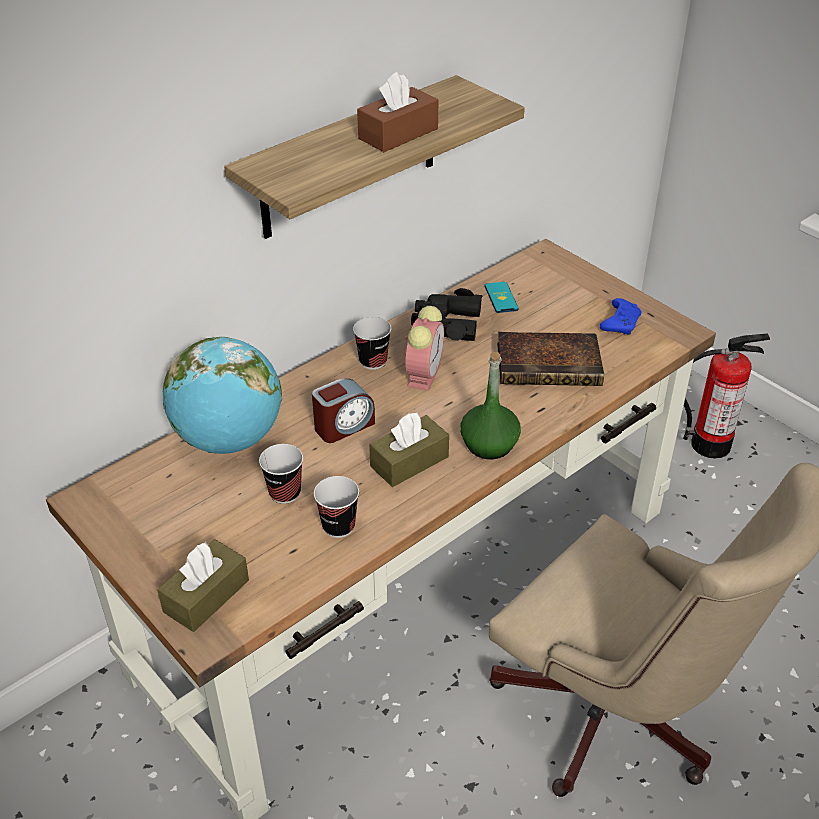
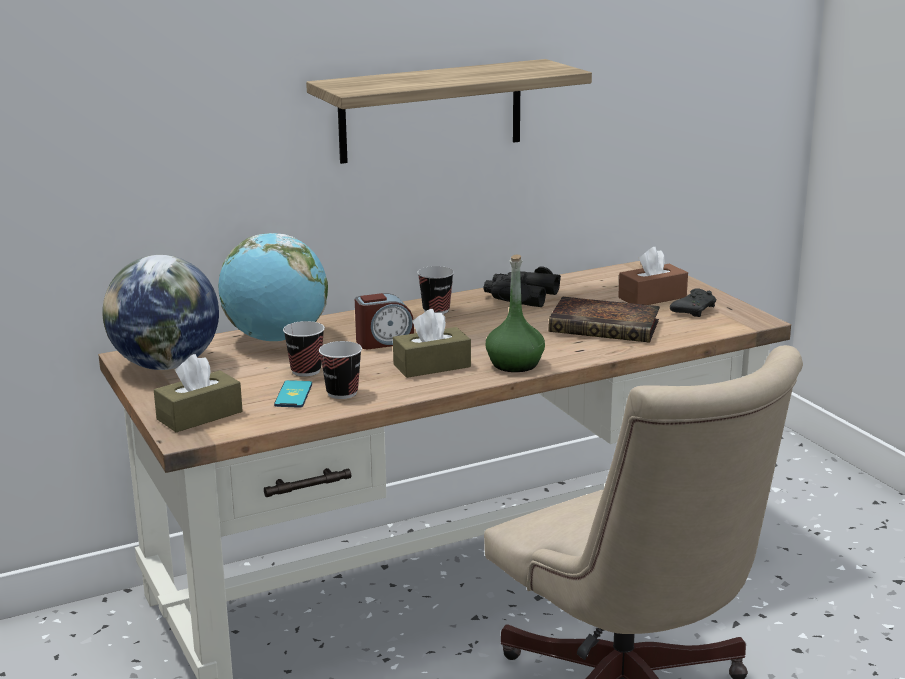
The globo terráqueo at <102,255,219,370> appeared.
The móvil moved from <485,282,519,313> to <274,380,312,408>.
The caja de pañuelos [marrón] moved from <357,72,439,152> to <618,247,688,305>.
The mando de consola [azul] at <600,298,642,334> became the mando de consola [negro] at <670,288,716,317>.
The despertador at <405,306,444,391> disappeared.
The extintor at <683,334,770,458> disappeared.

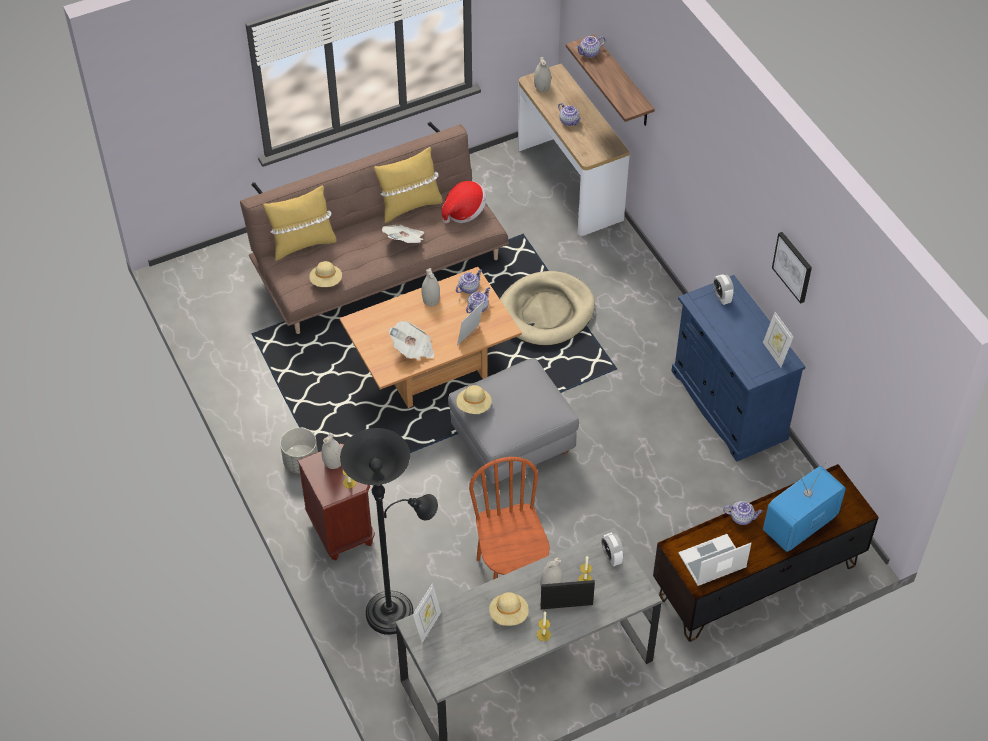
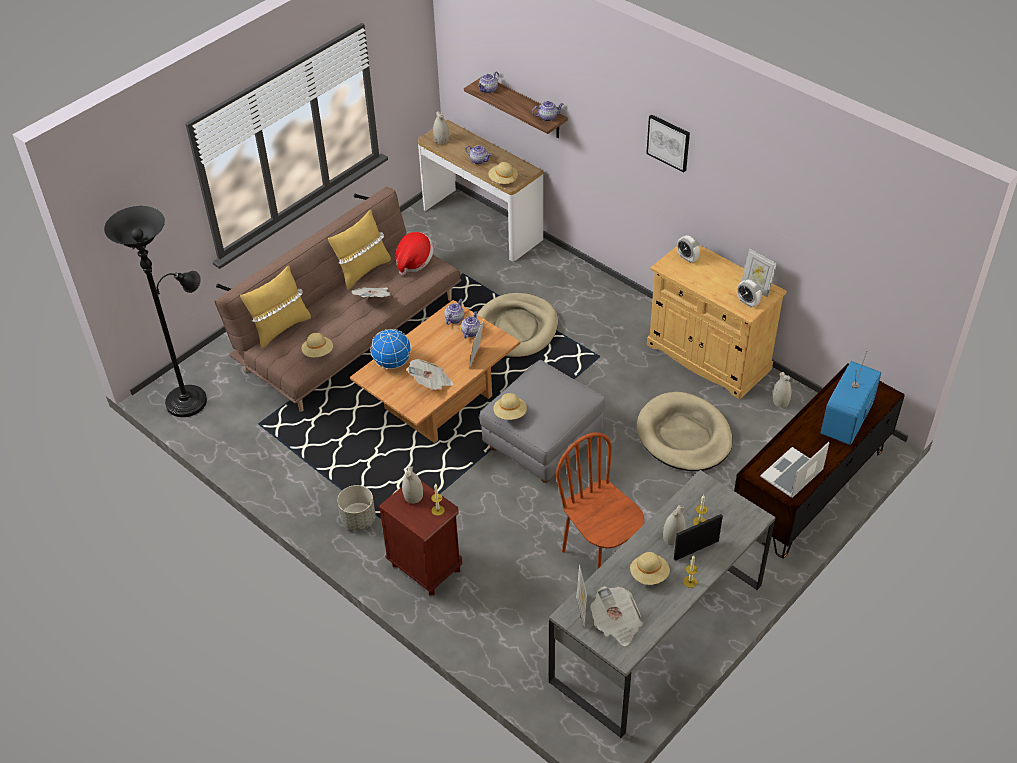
The lámpara de pie [negro] moved from <340,428,438,635> to <104,206,207,417>.
The globo terráqueo at <370,329,411,369> appeared.
The sombrero [beis] at <488,162,518,185> appeared.
The tetera moved from <723,501,763,525> to <532,101,563,121>.
The periódico at <590,586,643,646> appeared.
The cama para perro [beis] at <637,392,732,471> appeared.
The cuadro moved from <772,232,812,304> to <646,114,690,172>.
The armario [azul] at <672,275,806,462> became the armario [beis] at <647,245,787,399>.
The despertador moved from <601,532,624,566> to <737,279,762,307>.
The florero [blanco] moved from <421,268,440,306> to <773,372,791,408>.

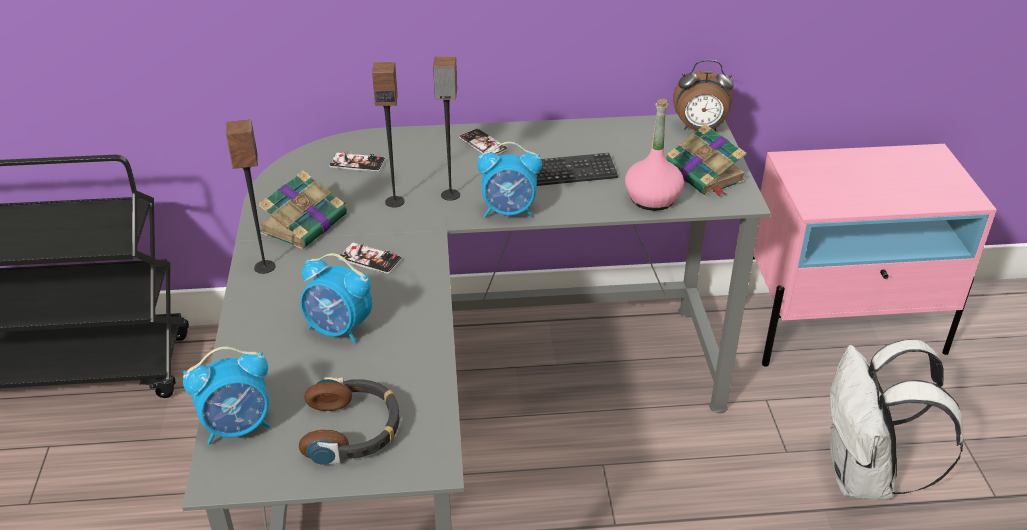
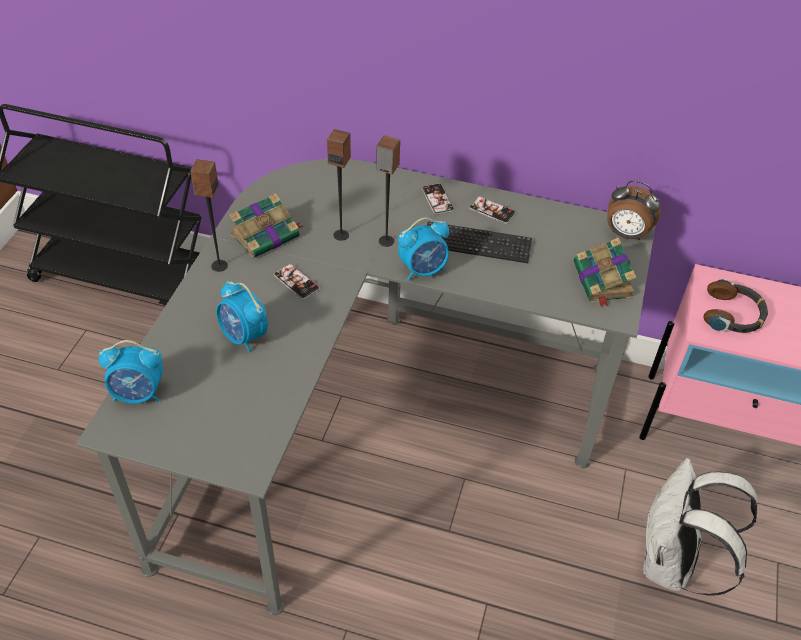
The despertador at <477,142,542,218> turned 45 degrees counterclockwise.
The móvil moved from <329,151,386,172> to <469,196,516,224>.
The auriculares moved from <299,377,400,465> to <704,279,768,333>.
The botella [rosa] at <625,99,684,211> disappeared.

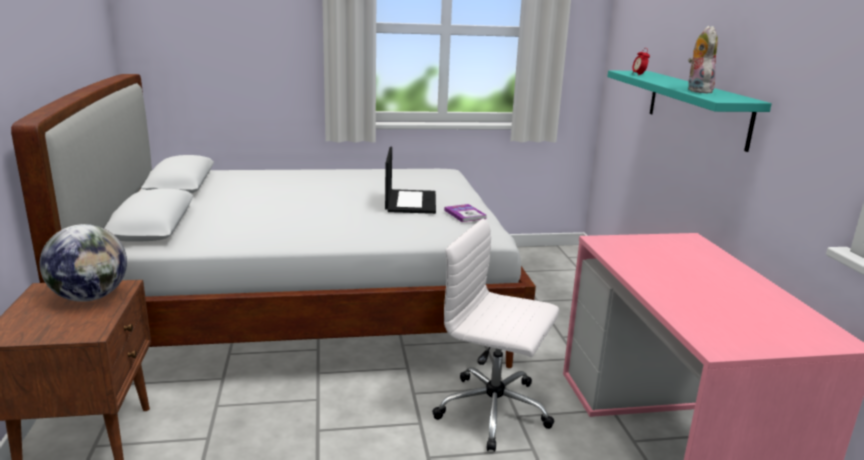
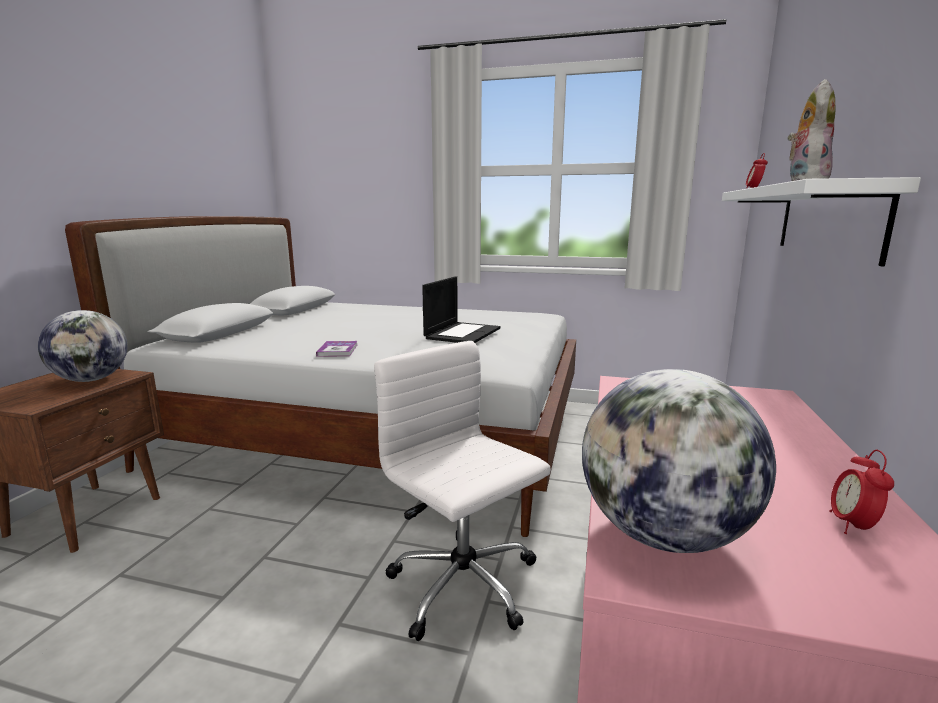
The libro moved from <444,204,486,222> to <316,341,357,357>.
The globo terráqueo at <582,369,776,553> appeared.
The estante [turquesa] at <607,70,772,152> became the estante [blanco] at <722,177,921,266>.
The despertador at <829,450,894,534> appeared.

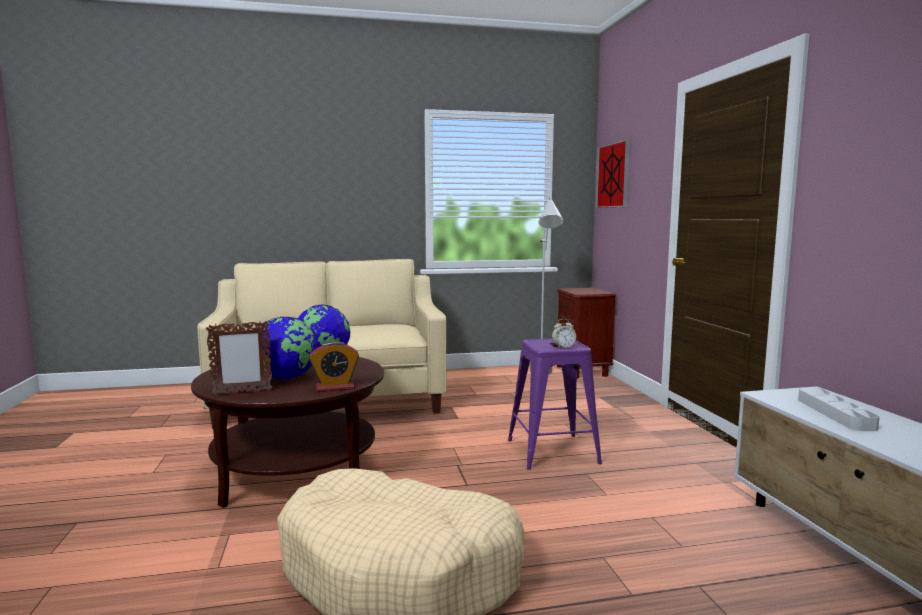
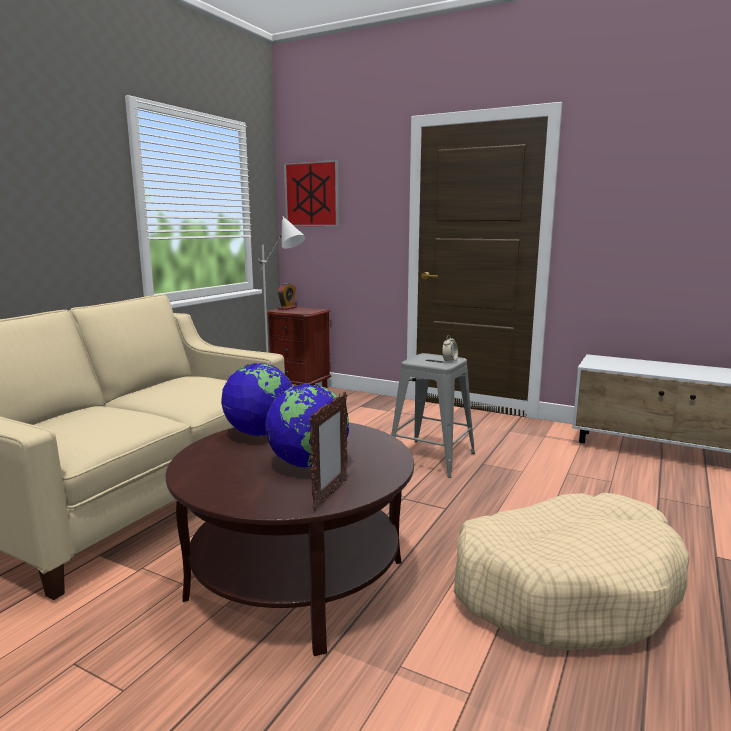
The despertador moved from <309,341,359,392> to <277,283,297,310>.
The taburete [morado] at <508,339,602,470> became the taburete [gris] at <391,353,475,478>.
The bandeja [gris] at <798,388,880,431> disappeared.

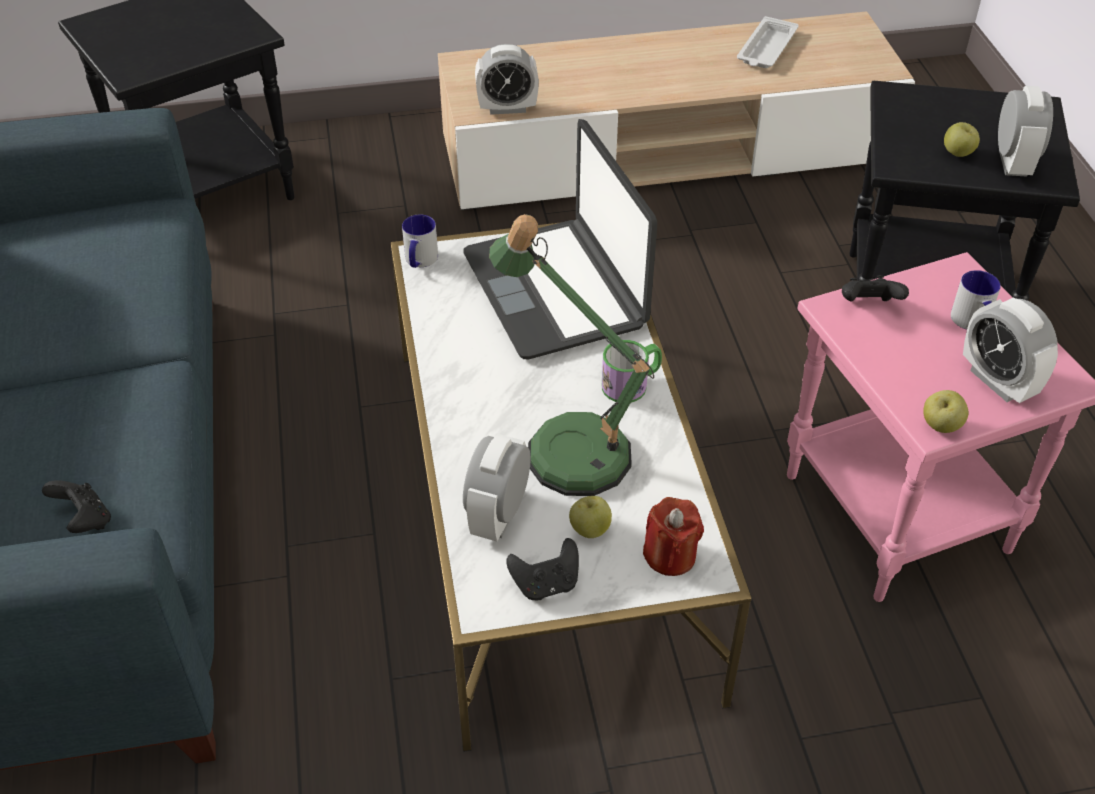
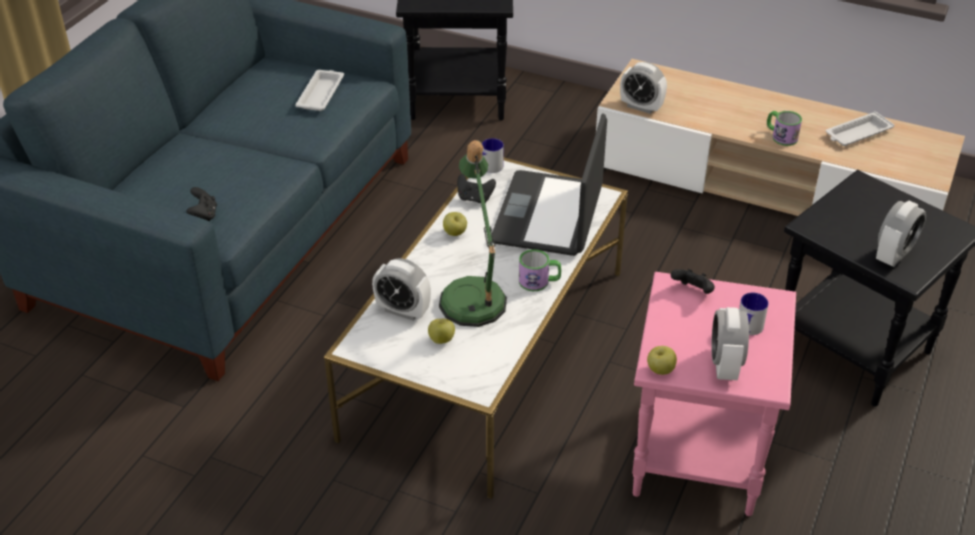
The bandeja [blanco] at <295,70,344,111> appeared.
The despertador at <463,434,531,541> turned 120 degrees counterclockwise.
The manzana moved from <944,122,980,157> to <443,212,467,236>.
The mando de consola [negro] moved from <506,538,579,600> to <457,174,496,203>.
The taza grande at <767,111,802,146> appeared.
The vela [rojo] at <643,497,704,576> disappeared.

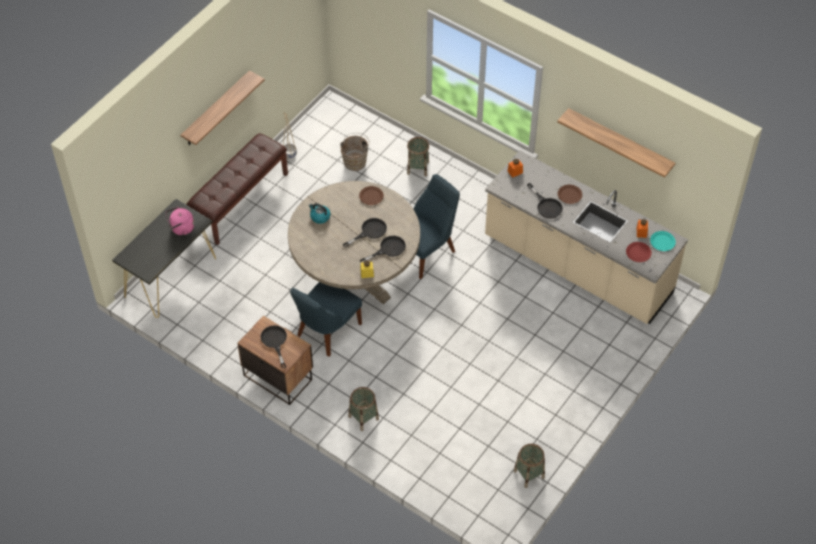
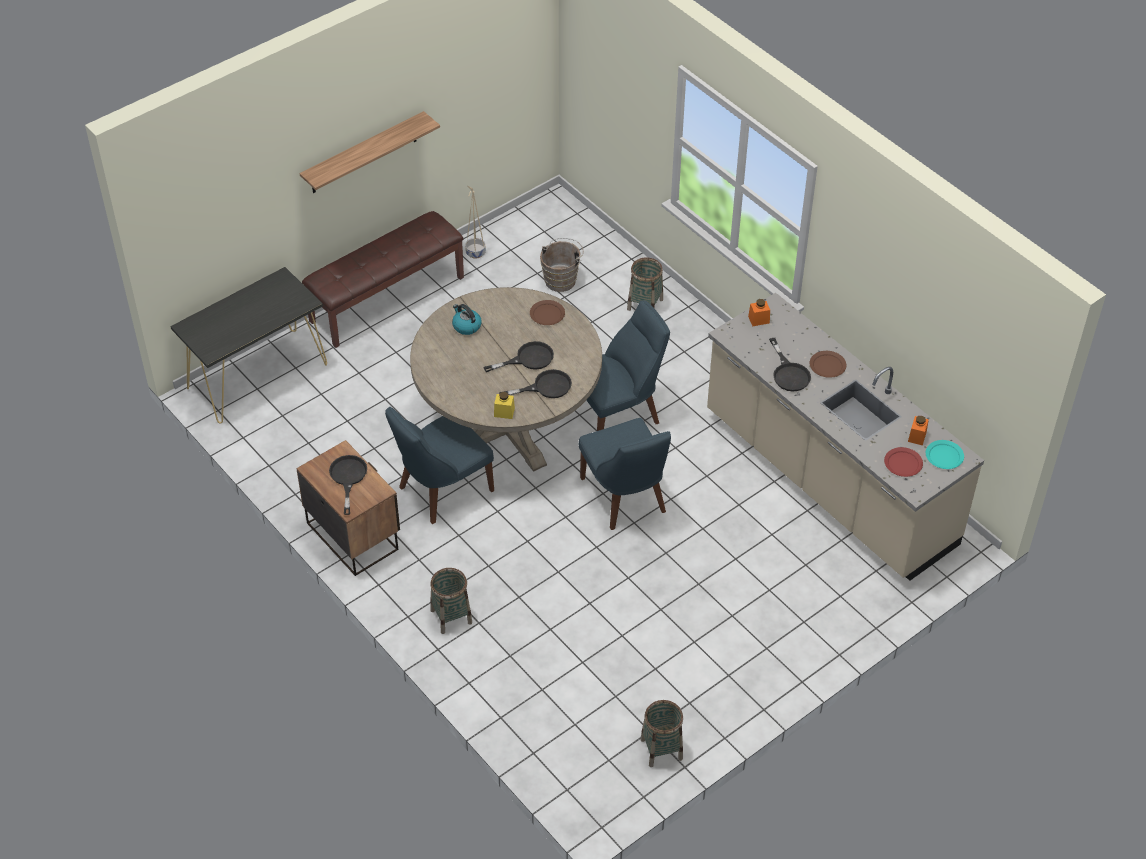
The silla [azul] at <579,418,671,530> appeared.
The hervidor [rosa] at <166,207,194,235> disappeared.
The estante at <557,108,675,178> disappeared.

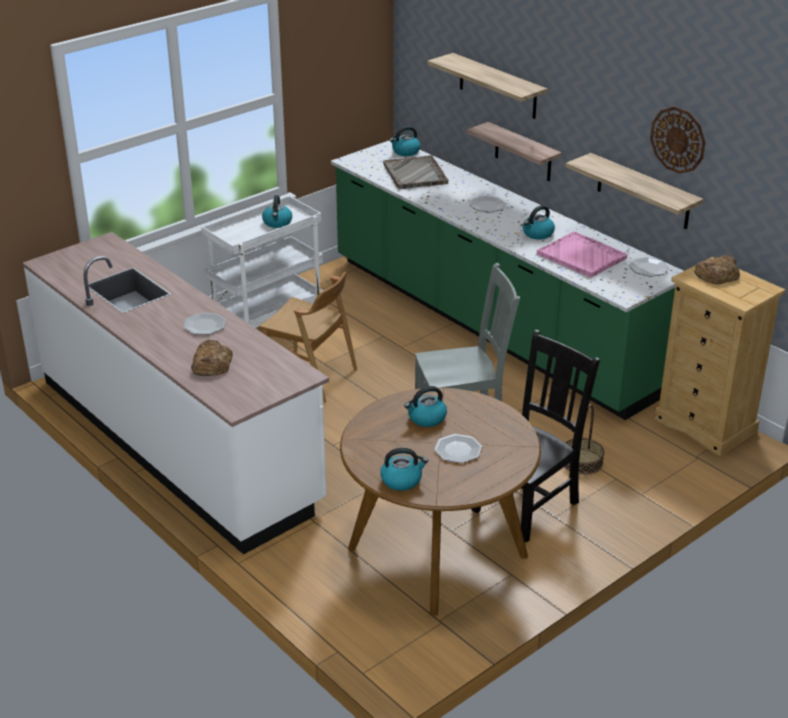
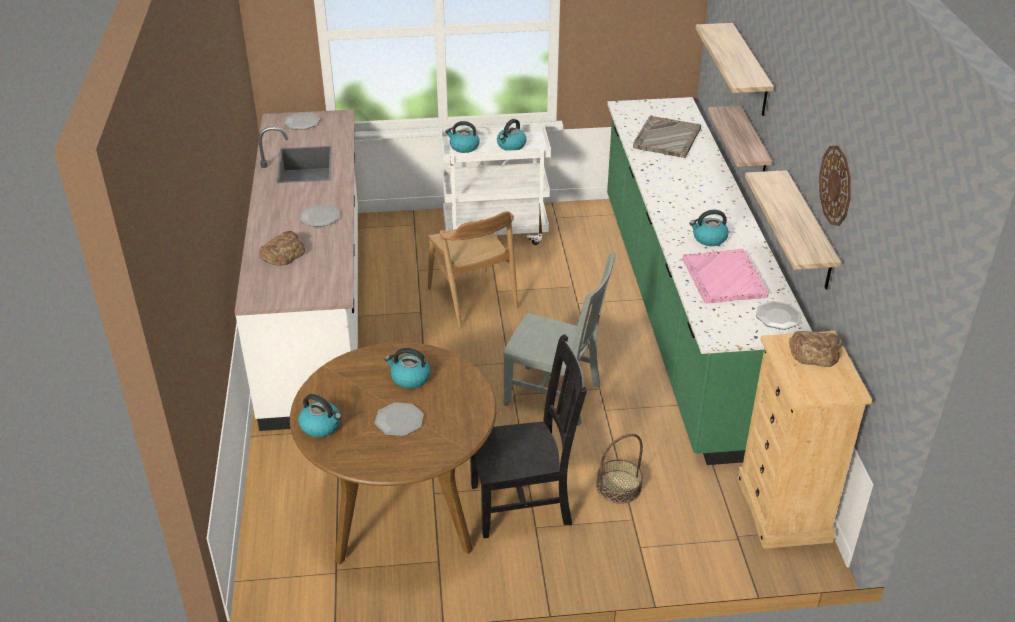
The plato moved from <469,196,506,213> to <284,113,320,130>.
The hervidor moved from <390,126,420,156> to <445,121,480,153>.

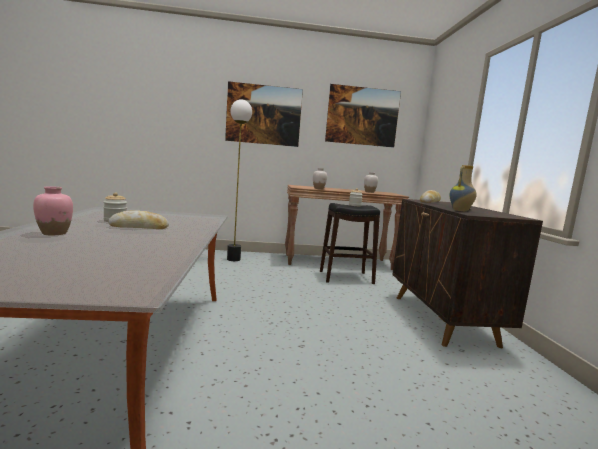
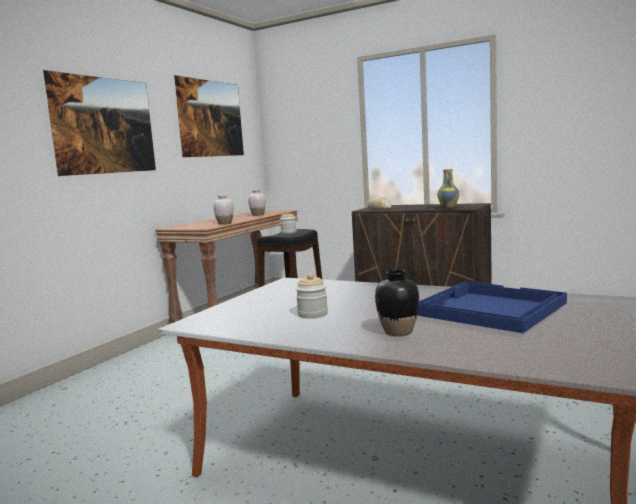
The florero [rosa] at <33,186,73,235> became the florero [negro] at <375,269,419,336>.
The bandeja [azul] at <417,281,567,333> appeared.
The pan at <108,210,169,229> disappeared.
The lámpara de pie at <227,99,252,261> disappeared.

